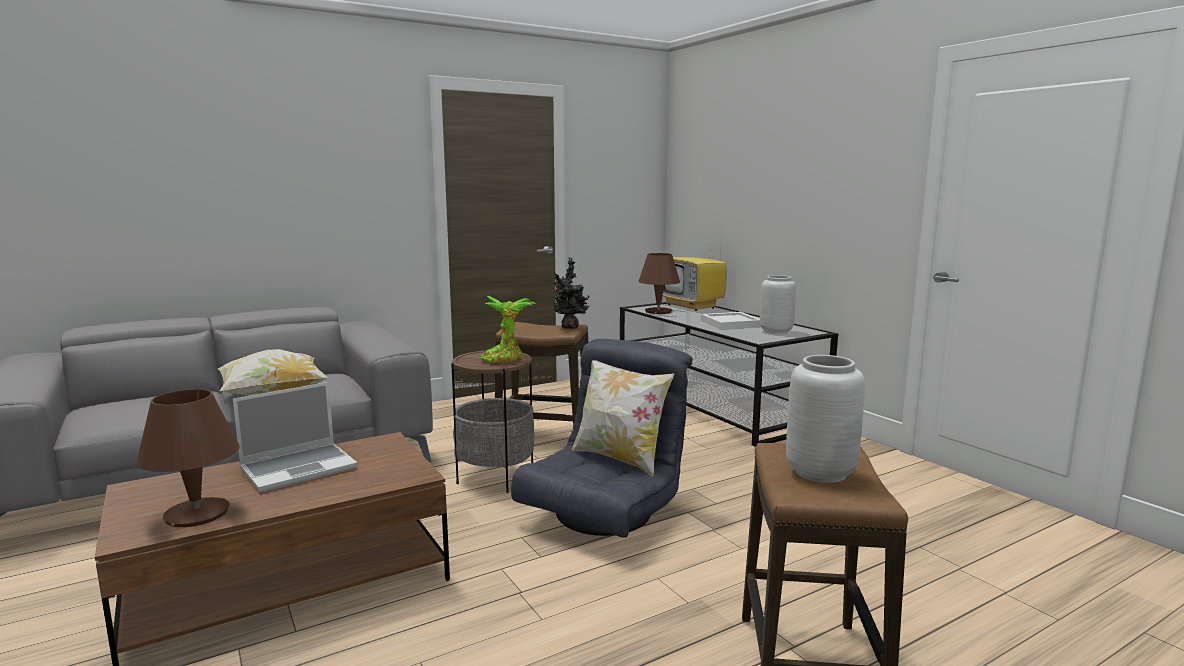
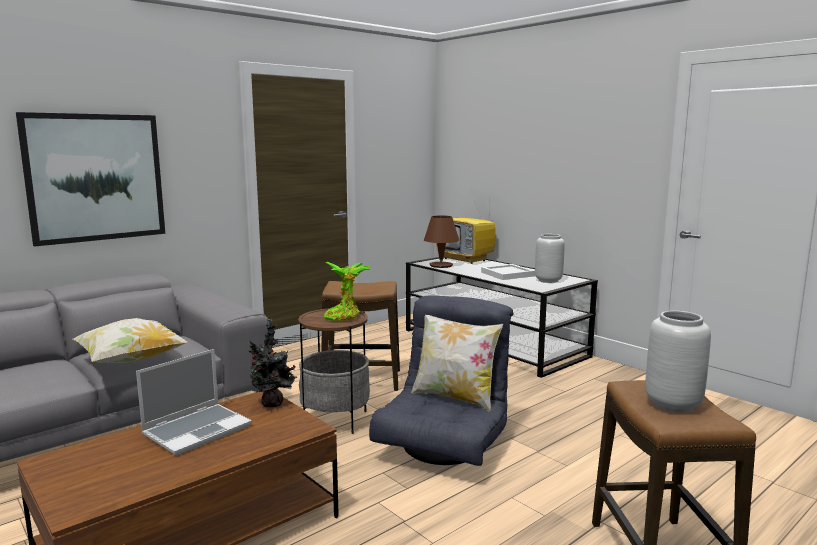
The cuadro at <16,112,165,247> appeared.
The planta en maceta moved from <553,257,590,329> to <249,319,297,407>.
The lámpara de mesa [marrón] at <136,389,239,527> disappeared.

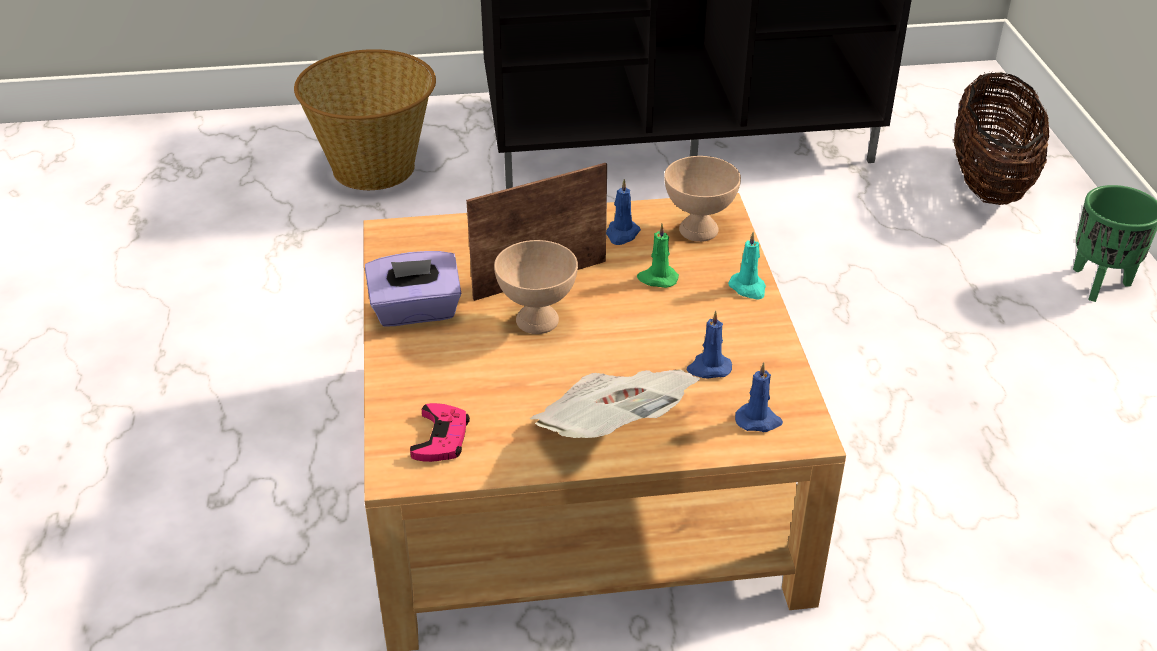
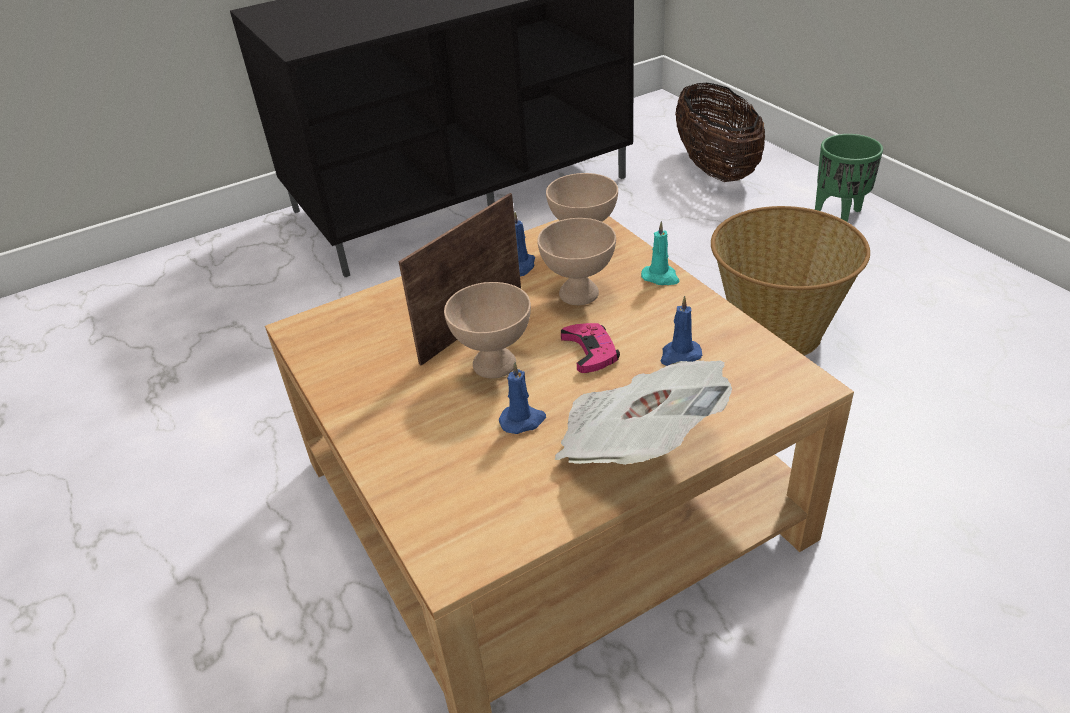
The vela [azul] moved from <735,362,783,432> to <499,362,546,434>.
The vela [verde] at <637,223,679,288> was replaced by the cuenco [beis] at <537,218,616,305>.
The mando de consola [rosa] moved from <410,403,470,462> to <561,323,620,373>.
The cesta moved from <294,49,436,190> to <711,206,870,356>.
The caja de pañuelos [morado] at <365,251,461,327> disappeared.

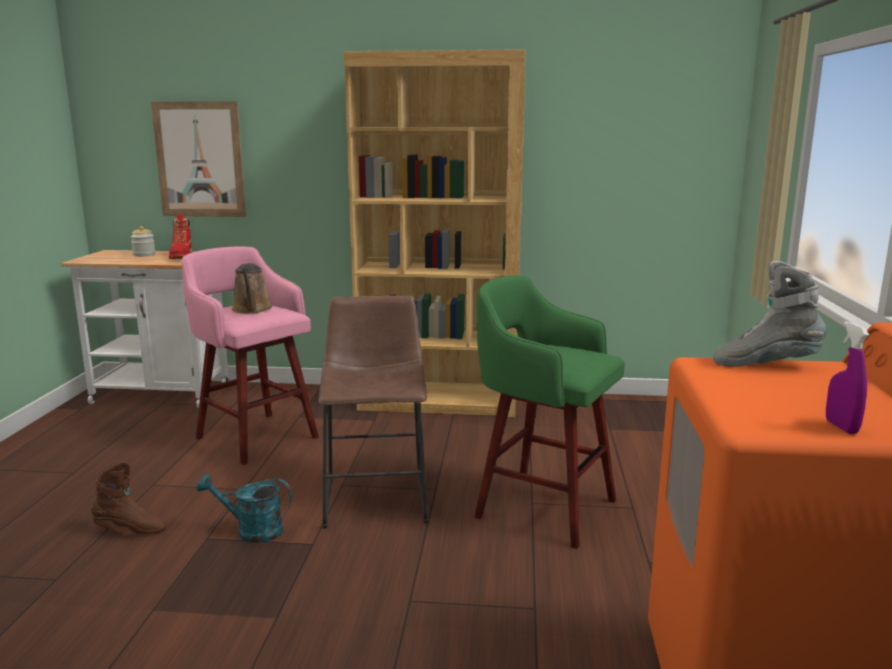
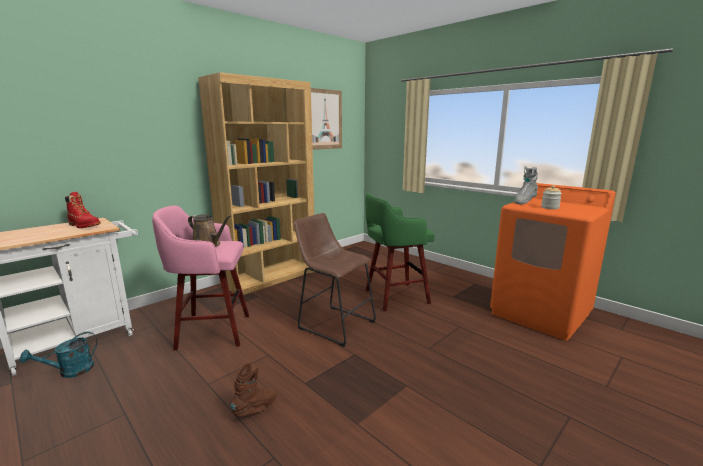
The regadera [turquesa] moved from <196,474,292,543> to <20,332,98,378>.
The cuadro moved from <151,101,246,217> to <311,88,342,150>.
The tarro moved from <131,226,155,257> to <541,185,562,209>.
The pulverizador [morado] at <826,321,869,434> disappeared.

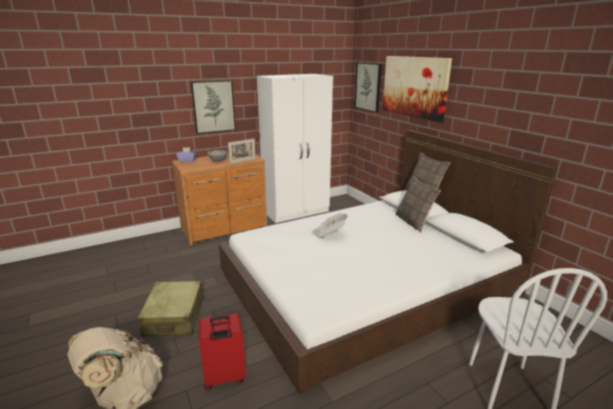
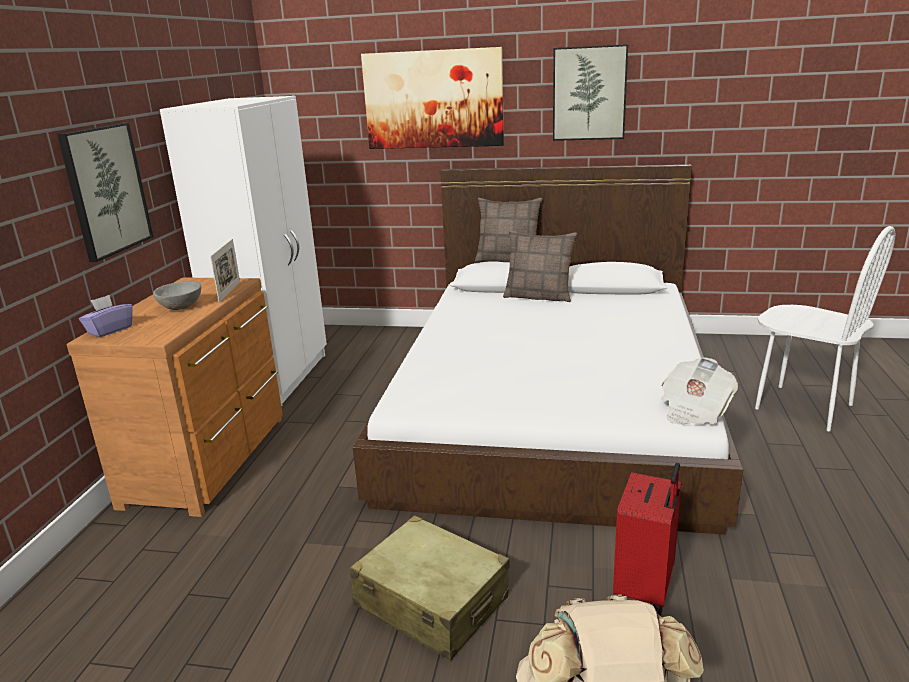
The cuadro moved from <355,62,382,112> to <553,44,628,141>.
The periódico moved from <311,213,348,238> to <661,357,738,425>.

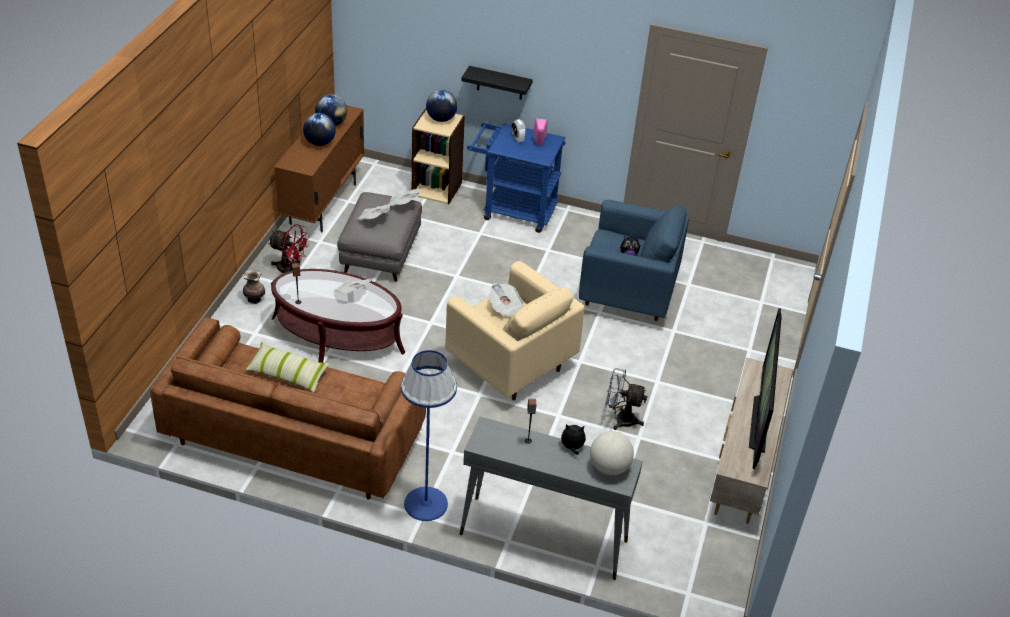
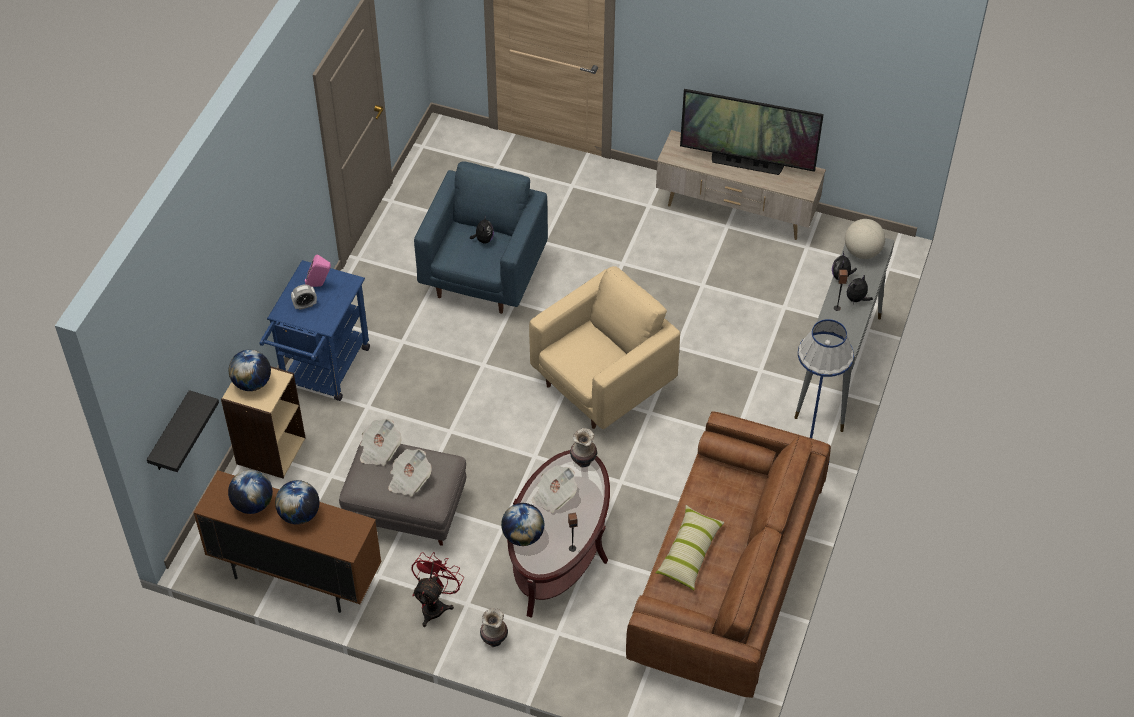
The estante [negro] moved from <461,66,533,100> to <147,390,219,472>.
The globo terráqueo at <501,503,544,546> appeared.
The florero at <570,428,597,468> appeared.
The peluche at <847,274,873,303> appeared.
The periódico at <488,283,524,318> disappeared.
The ventilador [gris] at <604,368,648,430> disappeared.

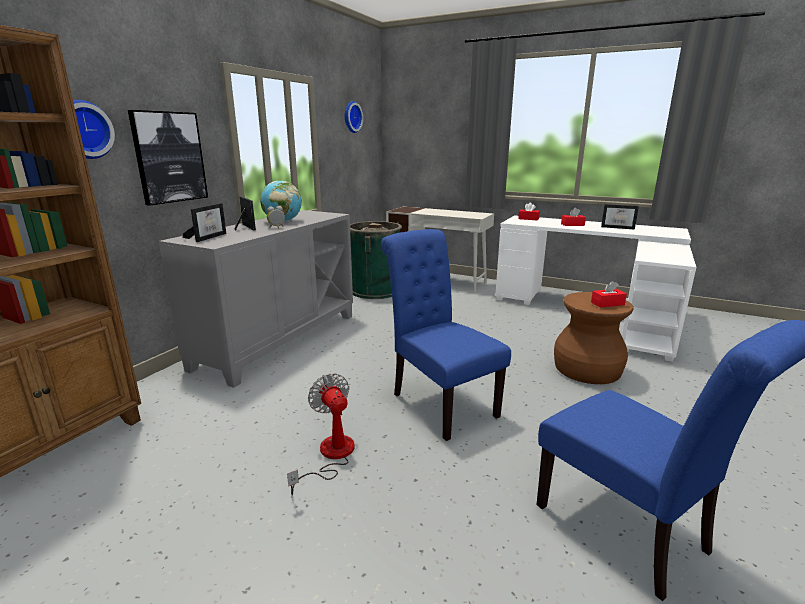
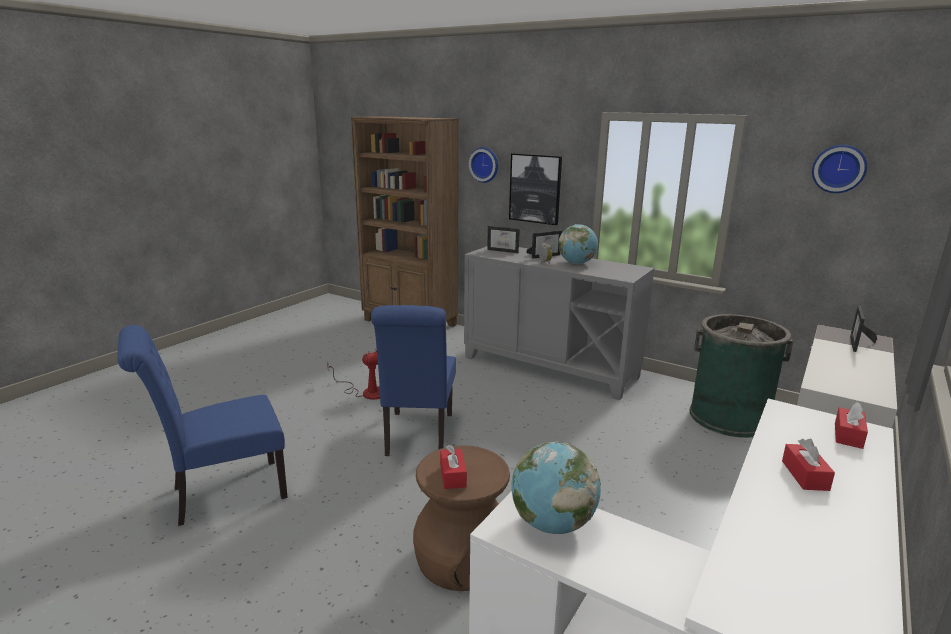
The silla [azul] at <381,229,511,441> turned 120 degrees clockwise.
The globo terráqueo at <511,442,601,534> appeared.
The portarretratos moved from <601,204,639,230> to <850,305,877,352>.

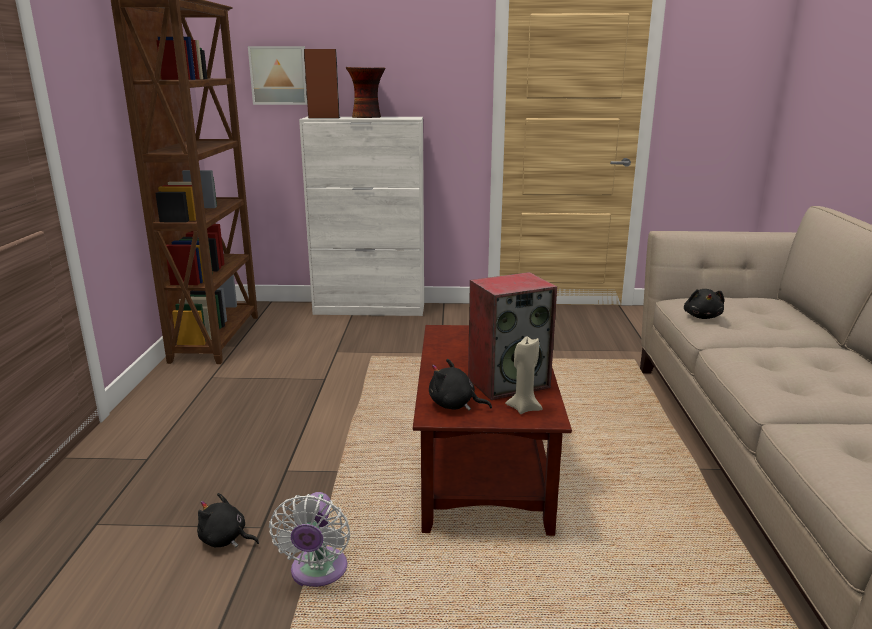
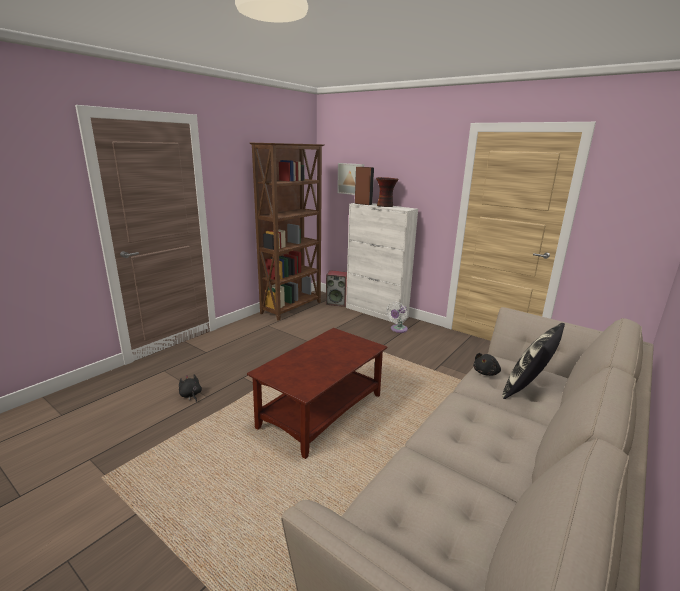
The altavoz moved from <468,272,557,400> to <326,270,347,307>.
The ventilador [blanco] moved from <269,492,350,587> to <386,302,408,333>.
The cojín at <502,323,565,399> appeared.
The peluche [negro] at <429,359,492,411> disappeared.
The vela [beis] at <505,337,543,414> disappeared.

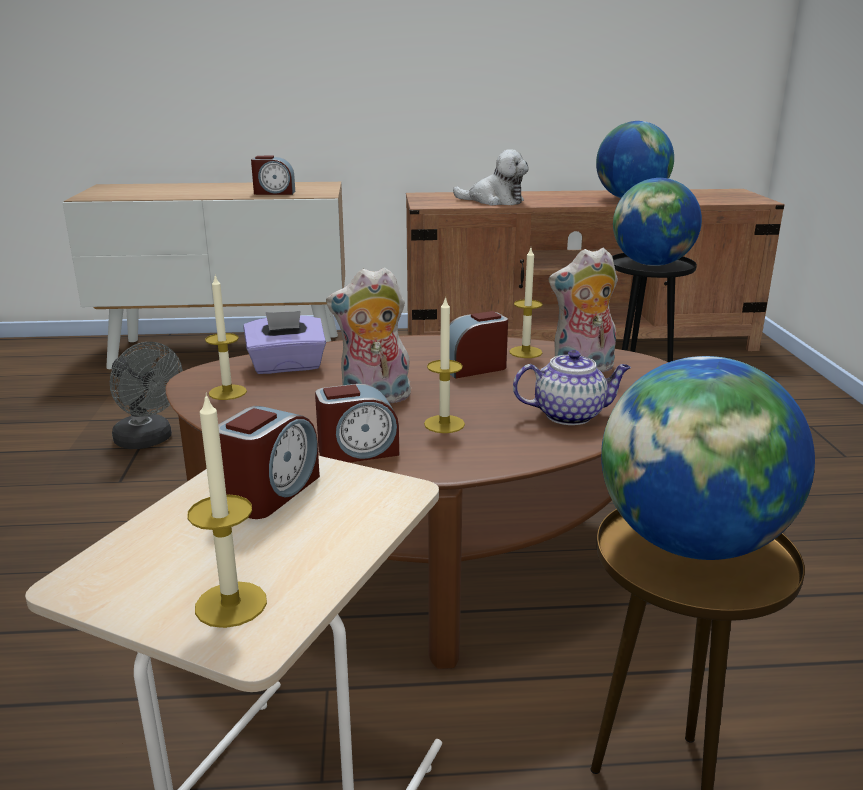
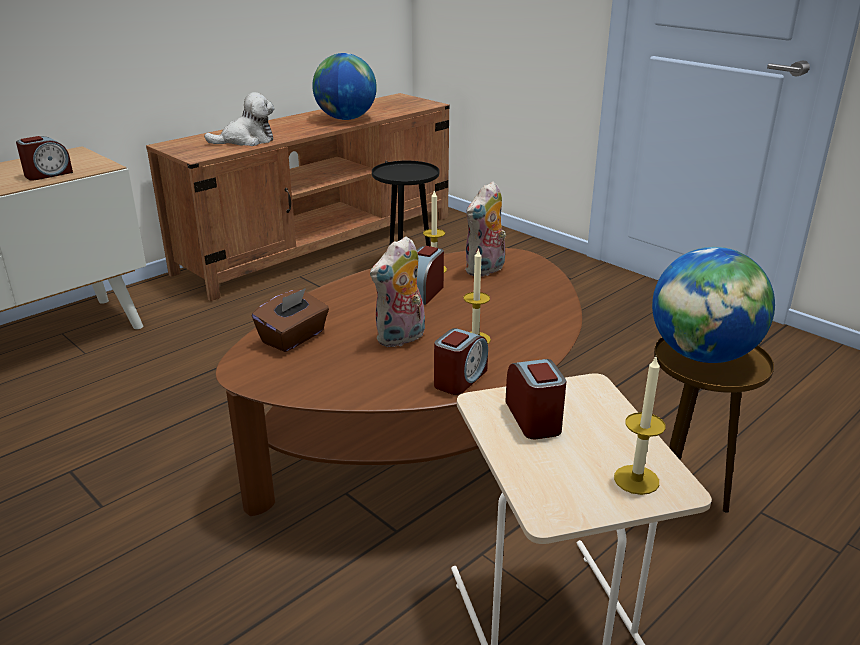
The caja de pañuelos [morado] at <244,311,326,374> became the caja de pañuelos [marrón] at <252,288,329,352>.
The ventilador [gris] at <110,342,183,449> disappeared.
The vela at <205,276,247,400> disappeared.
The tetera at <513,350,631,425> disappeared.
The globo terráqueo at <613,178,702,266> disappeared.

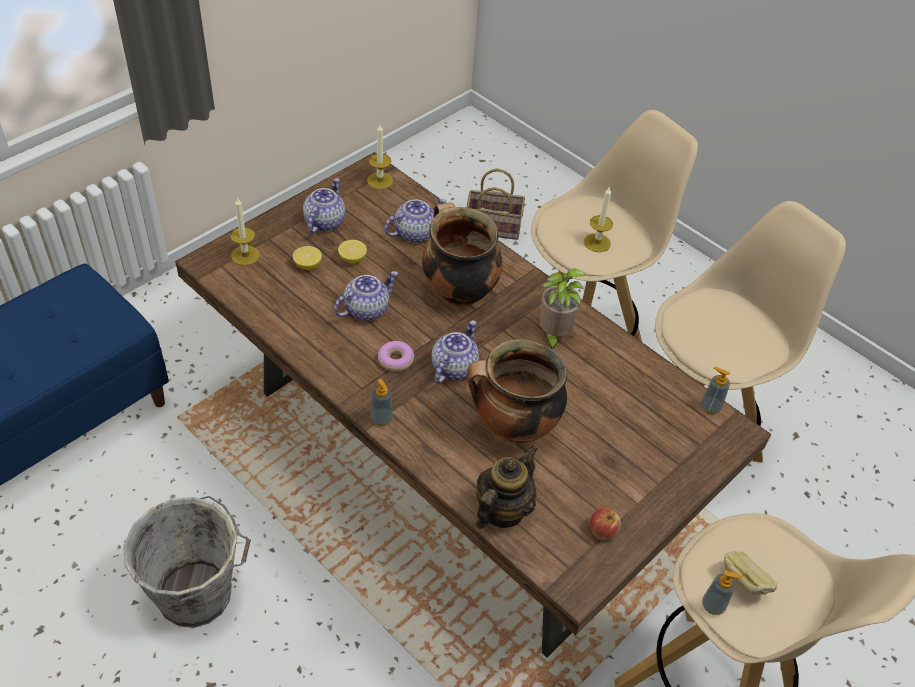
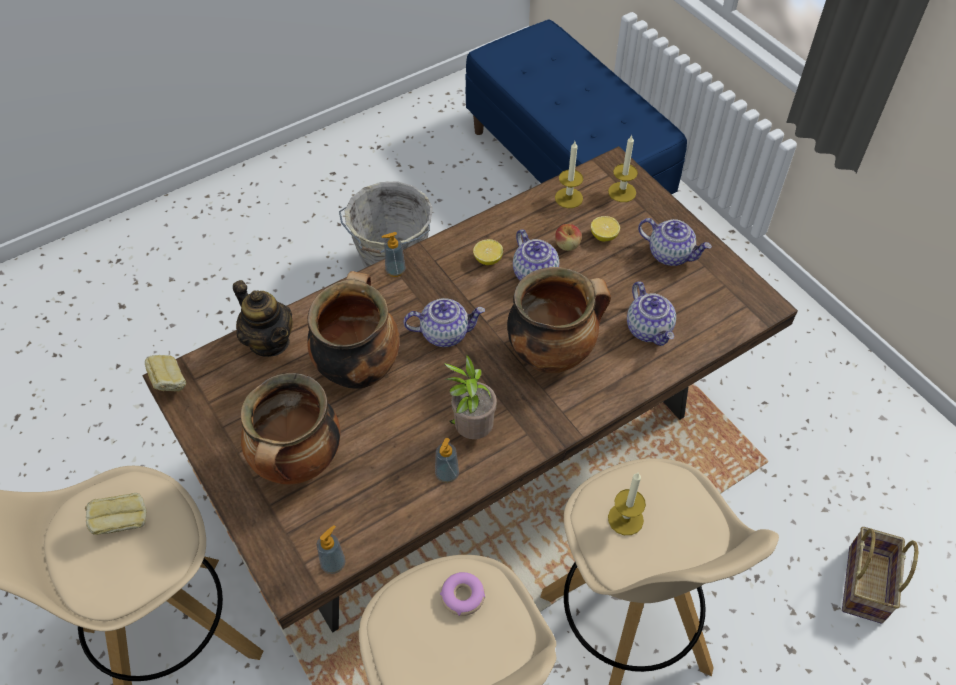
The pan at <145,355,186,392> appeared.
The olla at <241,373,341,484> appeared.
The tetera at <432,320,479,384> turned 45 degrees counterclockwise.
The dispensador de jabón moved from <702,571,743,615> to <435,438,459,483>.
The rosquilla moved from <378,341,415,372> to <440,572,485,616>.
The limón moved from <338,240,367,263> to <473,239,503,265>.
The vela moved from <367,124,393,190> to <555,141,583,208>.
The manzana moved from <590,508,621,540> to <555,224,582,251>.

